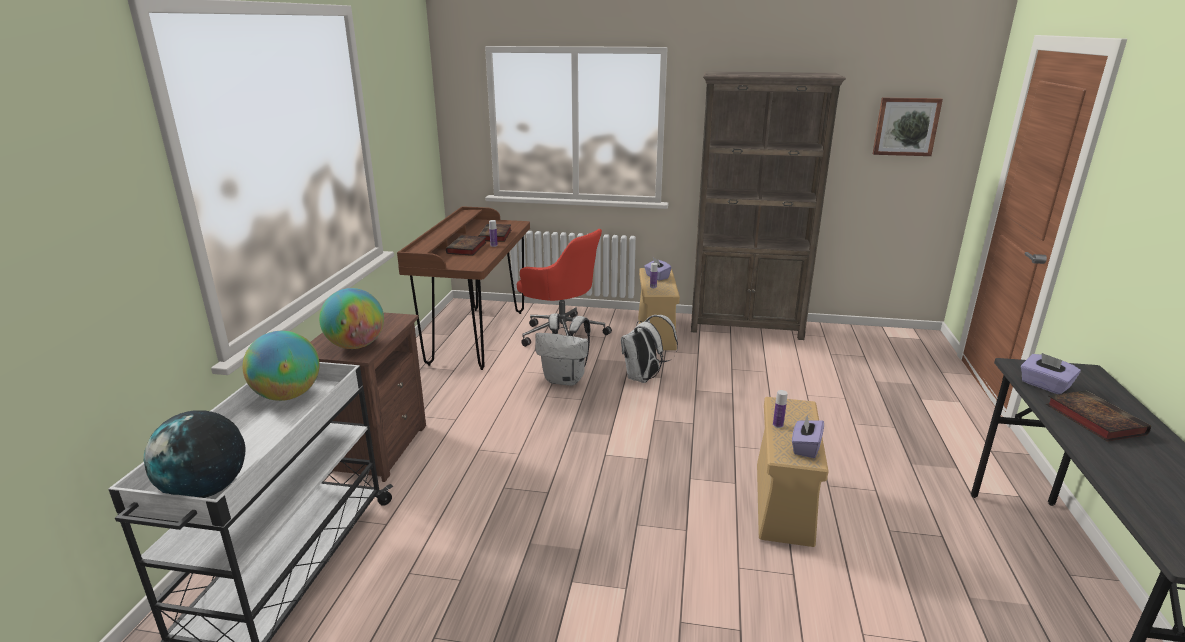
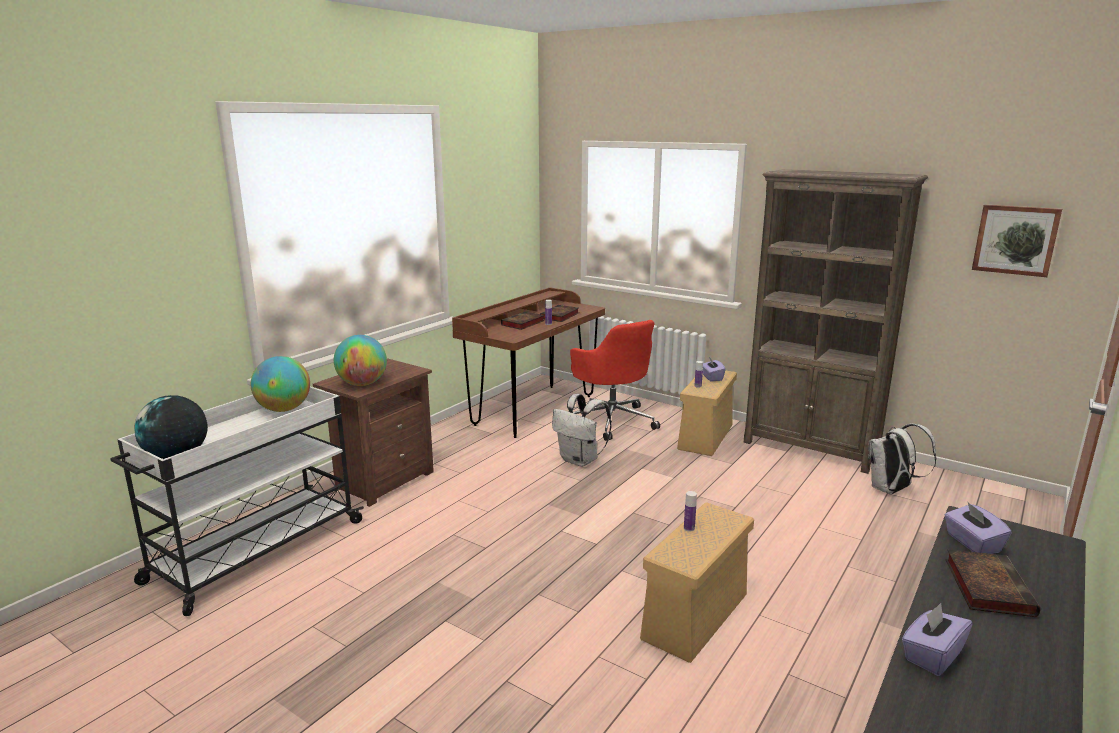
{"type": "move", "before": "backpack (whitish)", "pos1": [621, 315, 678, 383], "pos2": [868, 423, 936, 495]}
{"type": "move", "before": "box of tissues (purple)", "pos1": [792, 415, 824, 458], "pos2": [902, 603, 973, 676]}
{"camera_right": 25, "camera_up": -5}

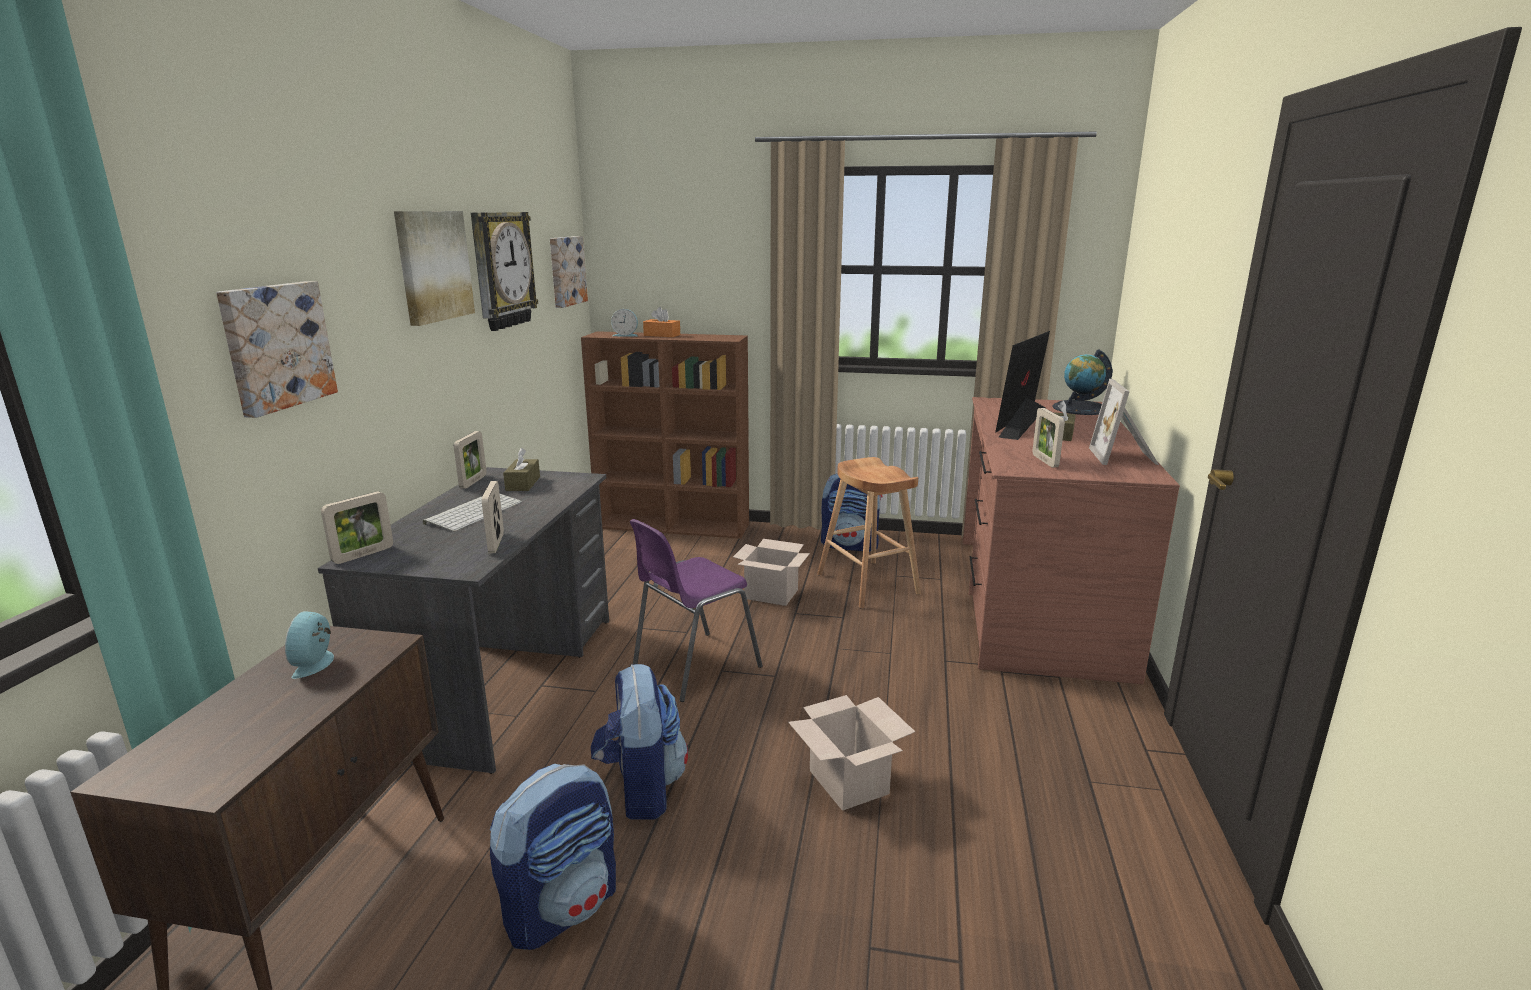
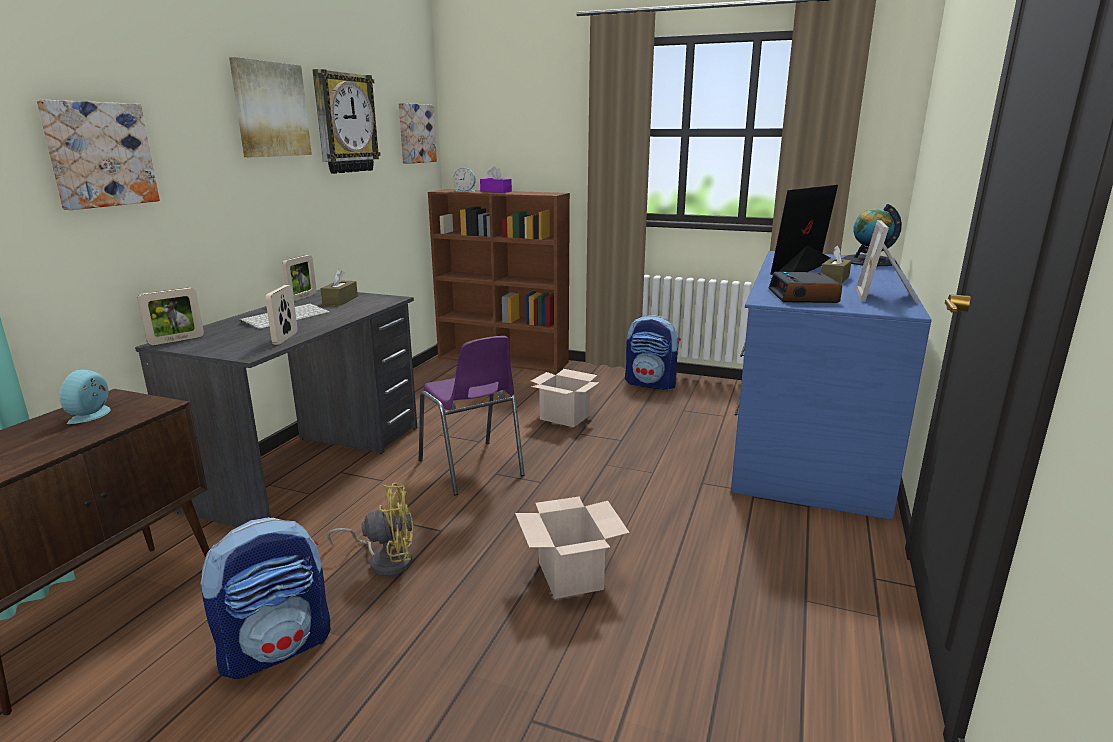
{"type": "delete", "before": "stool (brown)", "pos1": [817, 457, 921, 609]}
{"type": "replace", "before": "backpack", "after": "electric fan (yellowish)", "pos1": [591, 664, 688, 820], "pos2": [327, 483, 414, 577]}
{"type": "replace", "before": "standing frame", "after": "alarm clock", "pos1": [1033, 408, 1065, 467], "pos2": [769, 272, 842, 303]}
{"type": "recolor", "before": "box of tissues (orange)", "after": "box of tissues (purple)", "pos1": [643, 307, 680, 337], "pos2": [480, 166, 512, 193]}
{"type": "recolor", "before": "desk unit (brown)", "after": "desk unit (bluish)", "pos1": [963, 397, 1180, 685], "pos2": [731, 251, 932, 520]}
{"type": "rotate", "before": "plain chair (purple)", "pos1": [630, 519, 762, 702], "pos2": [419, 336, 525, 496], "turn": -90}
{"camera_right": 10, "camera_up": 0}

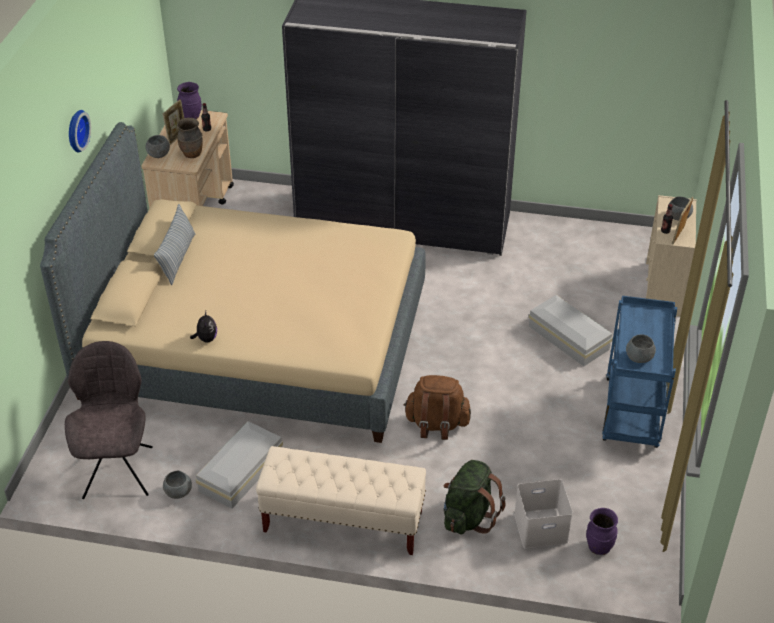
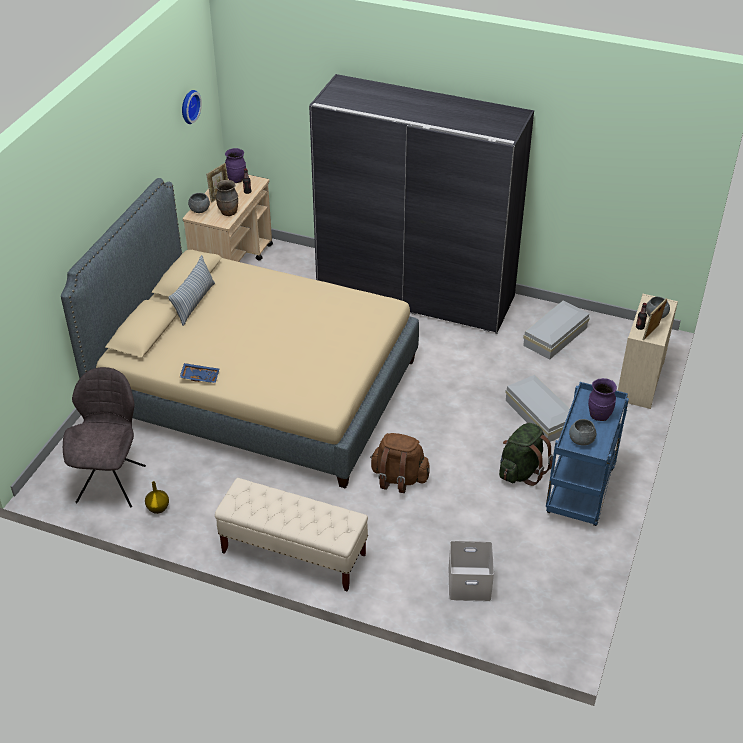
{"type": "move", "before": "wall clock", "pos1": [69, 110, 91, 153], "pos2": [182, 90, 202, 124]}
{"type": "move", "before": "storage bin (whitish)", "pos1": [196, 421, 283, 509], "pos2": [523, 301, 590, 360]}
{"type": "move", "before": "backpack (green-coloured)", "pos1": [444, 460, 506, 534], "pos2": [499, 423, 553, 486]}
{"type": "move", "before": "decorative vase (purple)", "pos1": [586, 508, 618, 555], "pos2": [588, 378, 617, 421]}
{"type": "replace", "before": "deep dish (grey)", "after": "decorative vase (yellowish)", "pos1": [163, 471, 192, 499], "pos2": [145, 481, 169, 514]}
{"type": "replace", "before": "soft toy", "after": "carrying tray (bluish)", "pos1": [190, 311, 217, 343], "pos2": [180, 363, 219, 383]}
{"camera_right": 10, "camera_up": 0}

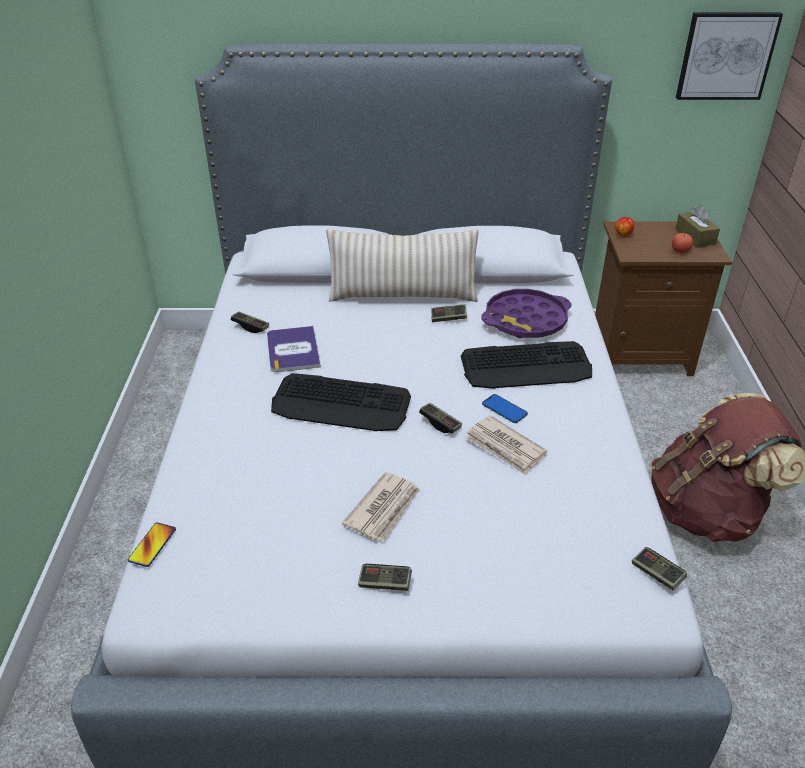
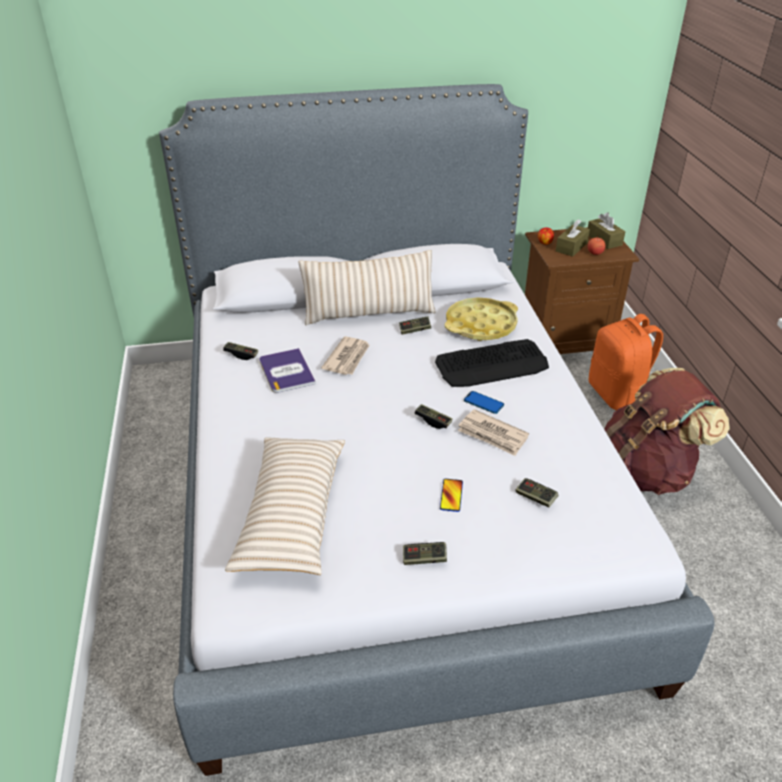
{"type": "delete", "before": "keyboard", "pos1": [271, 373, 411, 431]}
{"type": "delete", "before": "wall picture", "pos1": [676, 12, 783, 100]}
{"type": "insert", "after": "throw pillow (sand-coloured)", "pos2": [225, 438, 345, 575]}
{"type": "insert", "after": "box of tissues (brown)", "pos2": [556, 220, 590, 257]}
{"type": "insert", "after": "backpack (orange)", "pos2": [589, 314, 663, 410]}
{"type": "move", "before": "phone", "pos1": [128, 522, 176, 567], "pos2": [440, 479, 463, 512]}
{"type": "move", "before": "printed paper", "pos1": [342, 472, 420, 541], "pos2": [321, 337, 370, 375]}
{"type": "move", "before": "gamepad", "pos1": [632, 547, 687, 590], "pos2": [516, 478, 558, 507]}
{"type": "recolor", "before": "carrying tray (purple)", "after": "carrying tray (yellowish)", "pos1": [481, 289, 571, 338], "pos2": [445, 297, 518, 341]}
{"camera_right": -10, "camera_up": 0}

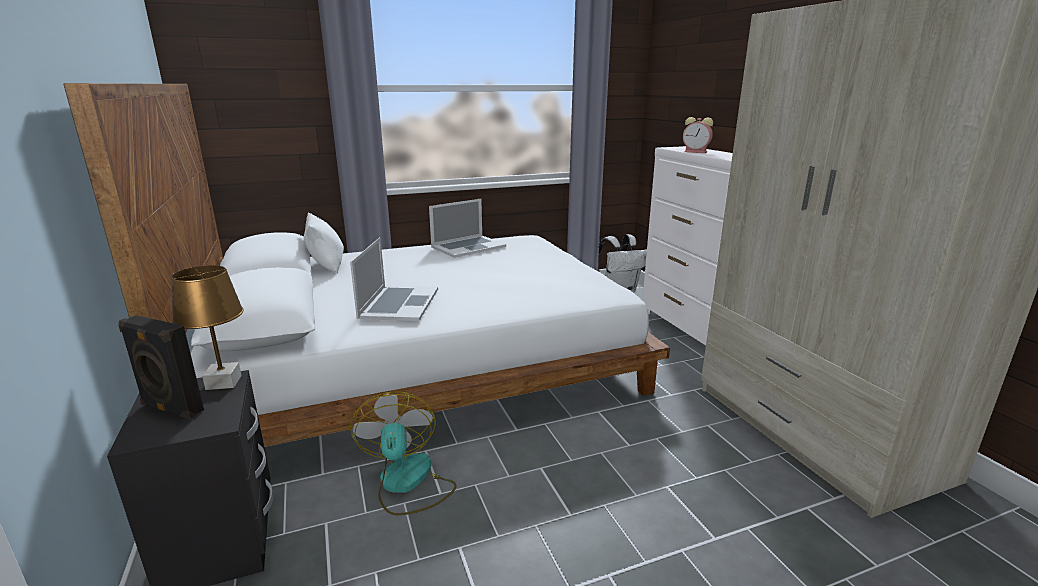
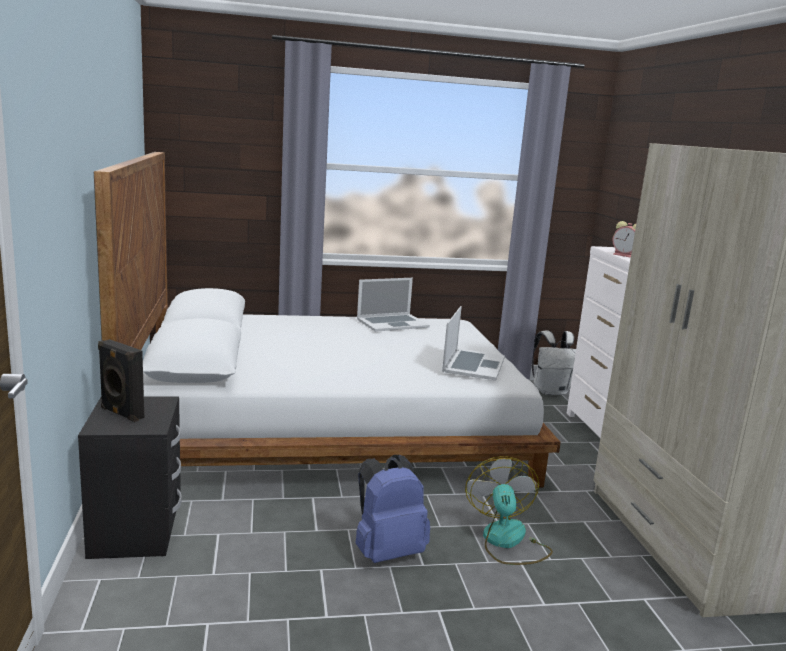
{"type": "delete", "before": "tabletop lamp (brown)", "pos1": [171, 265, 243, 390]}
{"type": "delete", "before": "throw pillow (whitish)", "pos1": [304, 212, 344, 273]}
{"type": "insert", "after": "backpack (bluish)", "pos2": [356, 455, 430, 563]}
{"type": "move", "before": "laptop", "pos1": [350, 237, 438, 321], "pos2": [442, 306, 505, 380]}
{"type": "move", "before": "electric fan", "pos1": [350, 391, 457, 515], "pos2": [465, 456, 553, 565]}
{"camera_right": 10, "camera_up": -5}

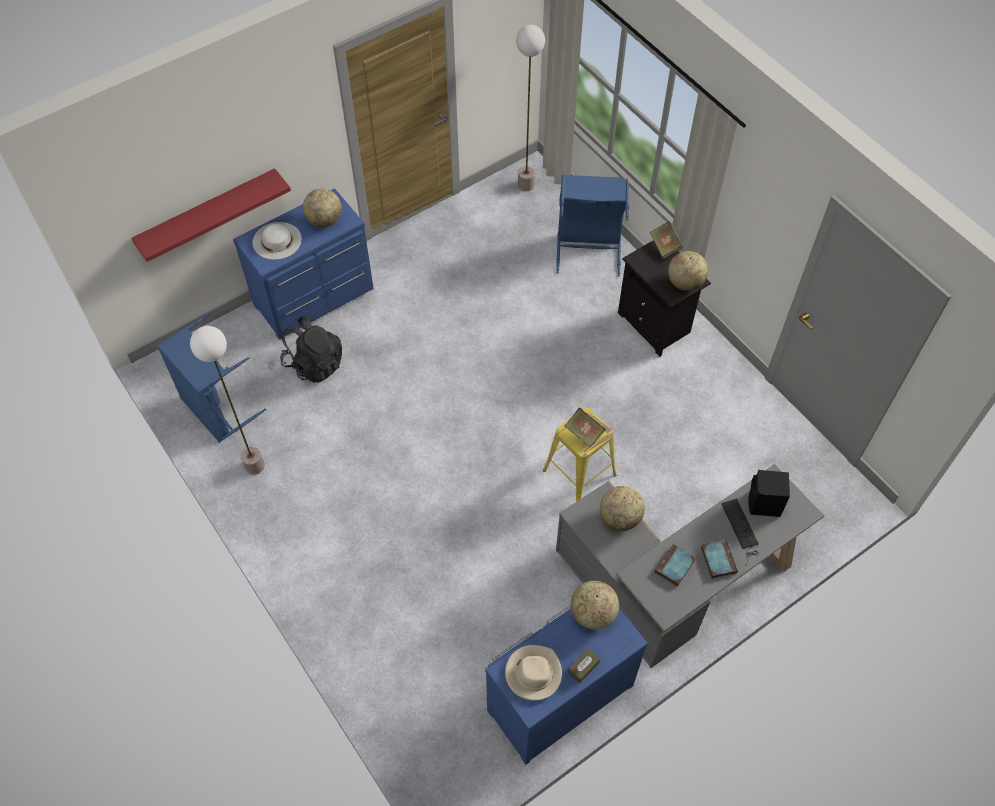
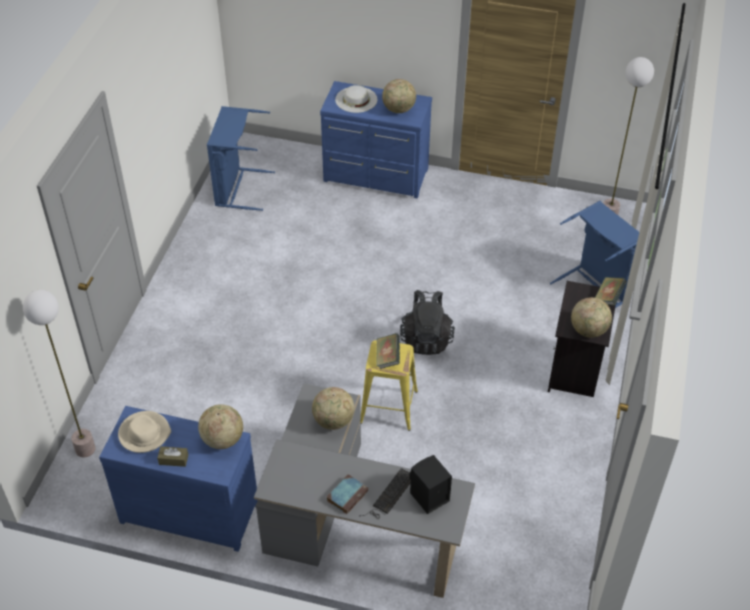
{"type": "delete", "before": "wall shelf (red)", "pos1": [131, 168, 291, 262]}
{"type": "delete", "before": "volume", "pos1": [655, 544, 696, 587]}
{"type": "move", "before": "standing lamp", "pos1": [190, 326, 265, 475], "pos2": [23, 290, 95, 458]}
{"type": "move", "before": "backpack (black-coloured)", "pos1": [280, 315, 342, 383], "pos2": [400, 290, 455, 355]}
{"camera_right": 50, "camera_up": -10}

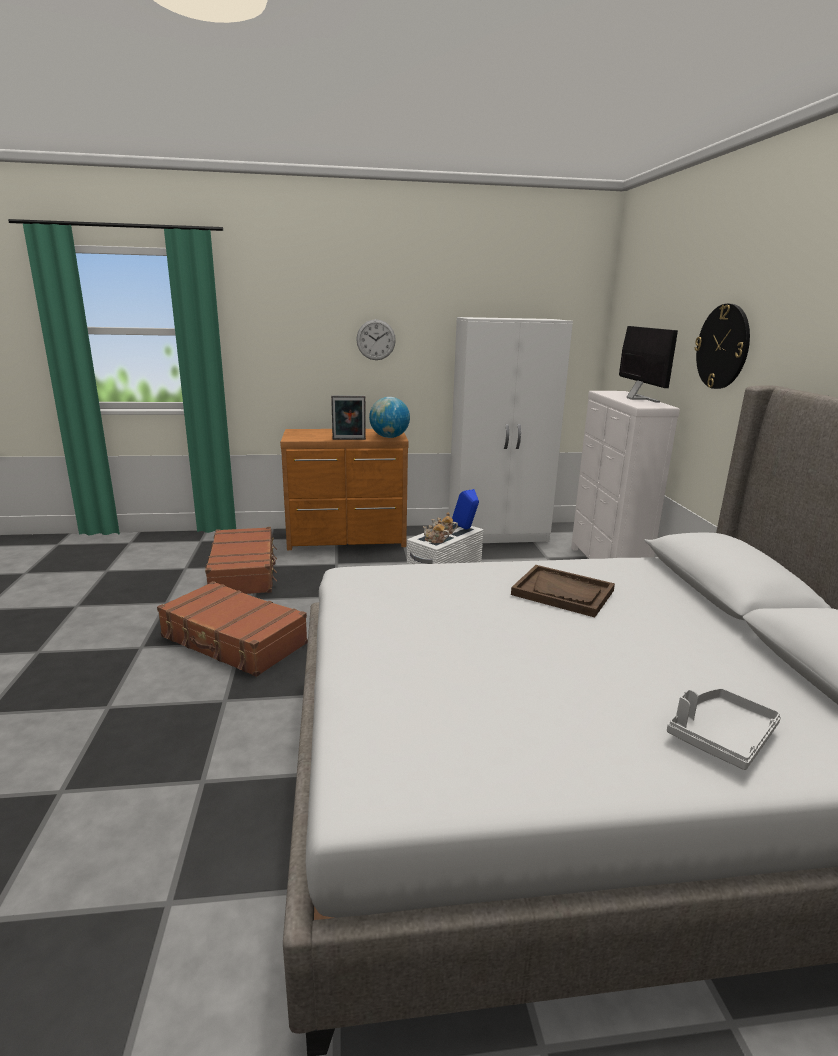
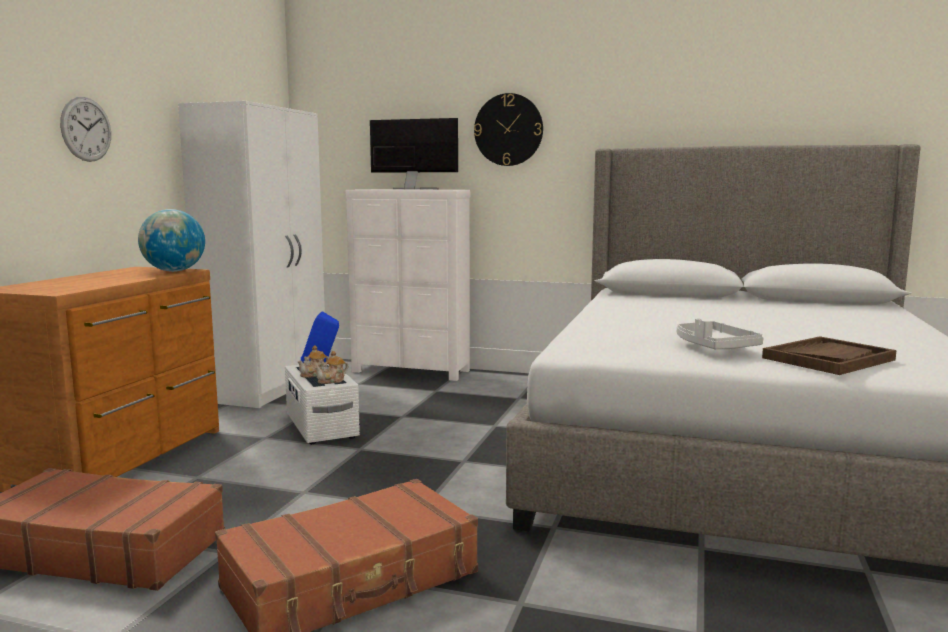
{"type": "delete", "before": "standing frame", "pos1": [331, 395, 366, 440]}
{"type": "move", "before": "carrying tray (brown)", "pos1": [511, 565, 615, 617], "pos2": [762, 336, 897, 375]}
{"type": "move", "before": "carrying tray (grey)", "pos1": [667, 688, 781, 770], "pos2": [677, 318, 764, 349]}
{"camera_right": -65, "camera_up": -10}

